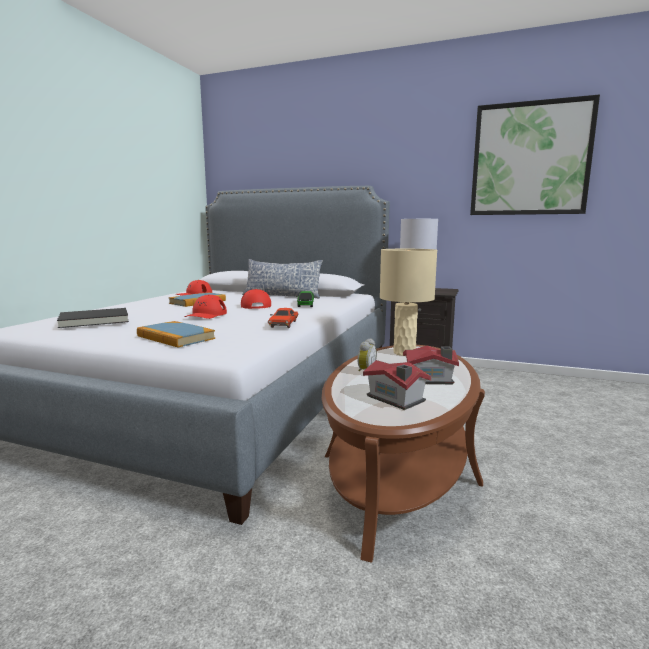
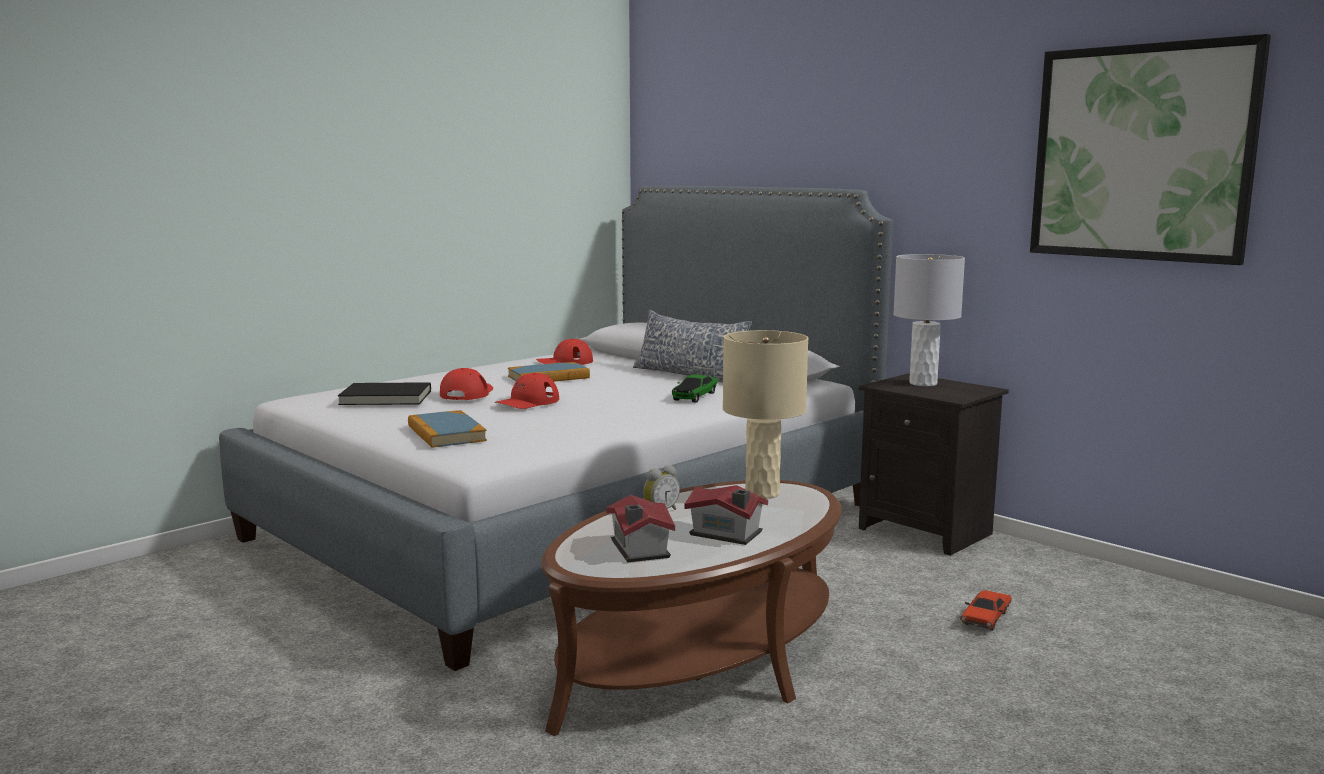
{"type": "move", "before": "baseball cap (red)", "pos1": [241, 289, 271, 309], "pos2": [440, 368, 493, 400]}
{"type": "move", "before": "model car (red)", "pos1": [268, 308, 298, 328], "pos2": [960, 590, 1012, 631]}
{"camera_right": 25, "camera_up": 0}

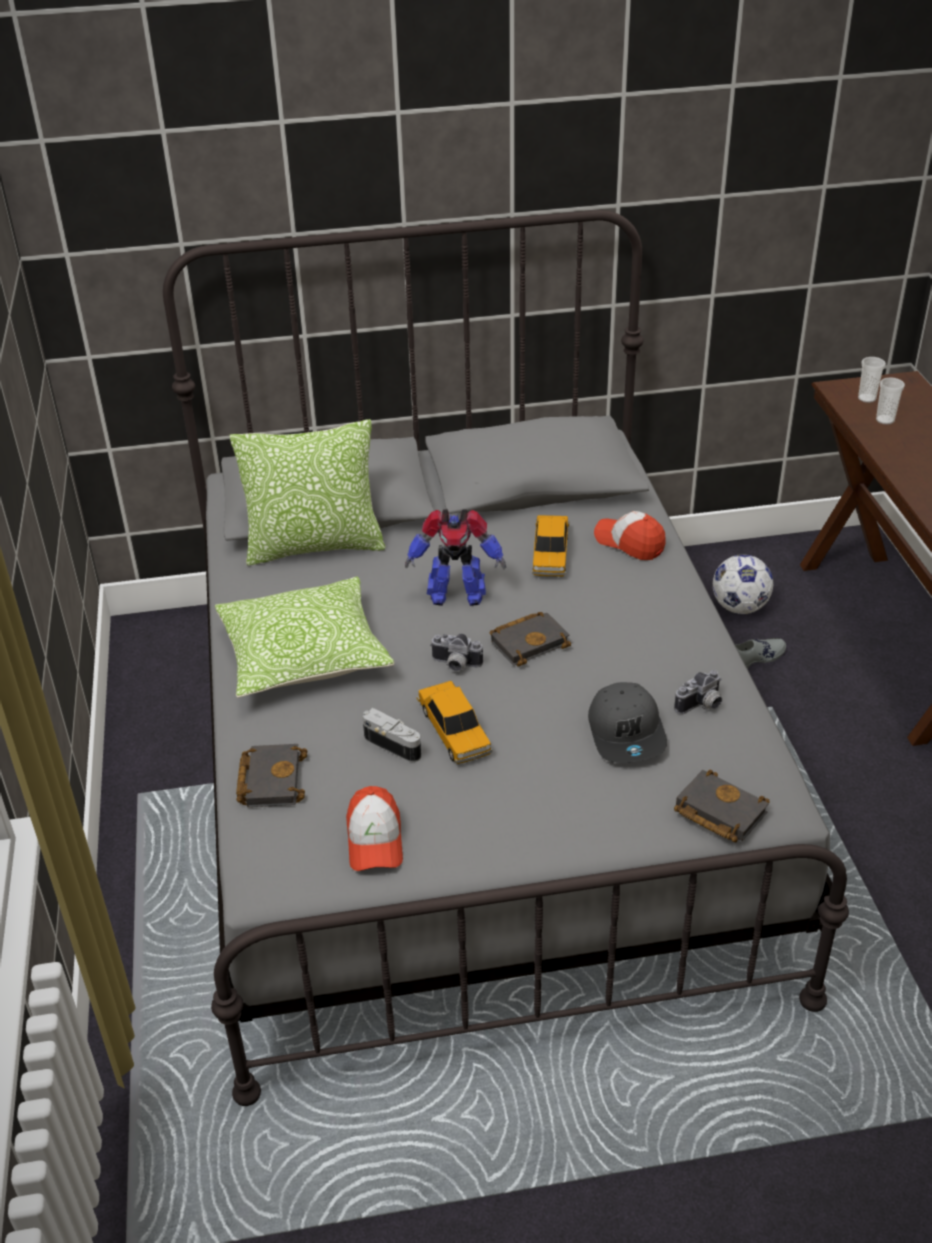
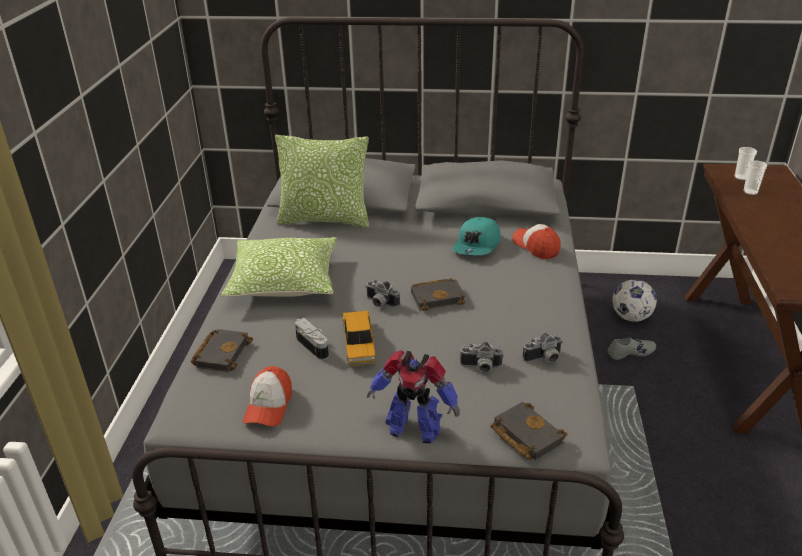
{"type": "move", "before": "robot figure", "pos1": [405, 509, 506, 606], "pos2": [367, 350, 460, 443]}
{"type": "replace", "before": "model car", "after": "baseball cap (turquoise)", "pos1": [532, 515, 569, 577], "pos2": [452, 217, 501, 255]}
{"type": "replace", "before": "baseball cap (grey)", "after": "photo camera", "pos1": [588, 682, 667, 763], "pos2": [460, 342, 504, 373]}
{"camera_right": 15, "camera_up": -5}

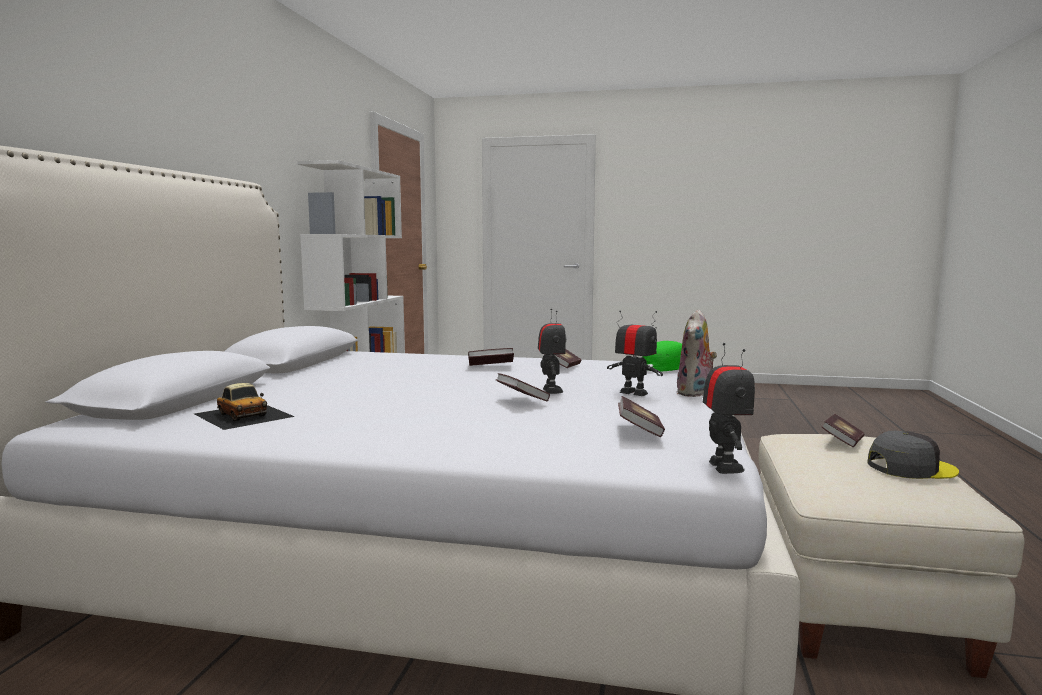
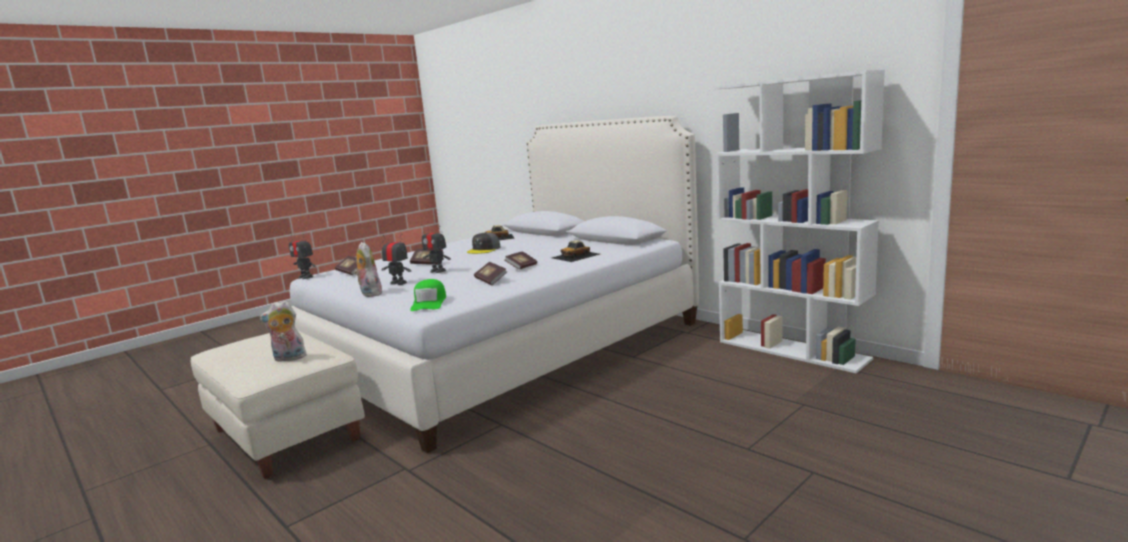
{"type": "insert", "after": "model car", "pos2": [552, 240, 600, 262]}
{"type": "move", "before": "baseball cap (grey)", "pos1": [867, 431, 959, 479], "pos2": [467, 233, 500, 254]}
{"type": "replace", "before": "volume", "after": "soft toy", "pos1": [822, 414, 864, 447], "pos2": [260, 301, 308, 362]}
{"type": "rotate", "before": "robot figure", "pos1": [607, 311, 663, 396], "pos2": [382, 234, 411, 285], "turn": -135}
{"camera_right": 125, "camera_up": 5}

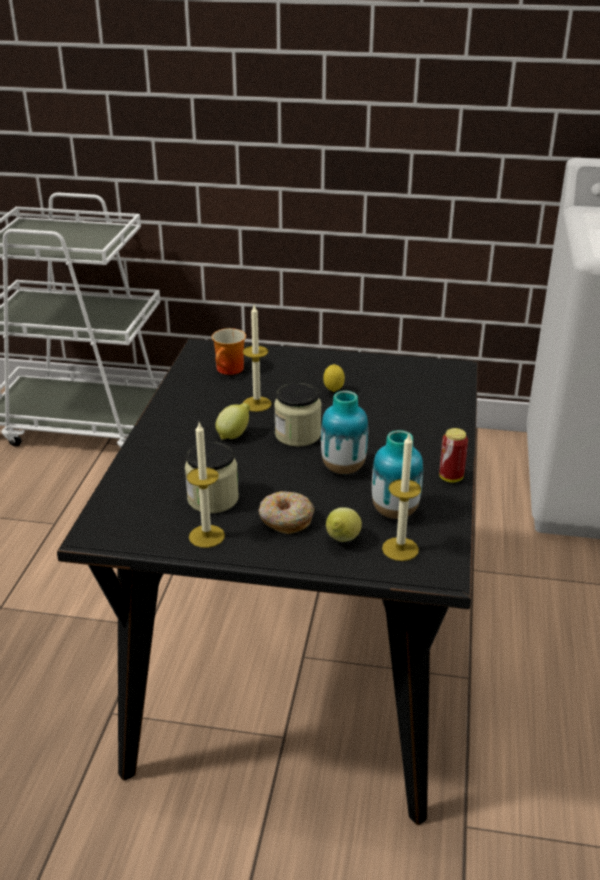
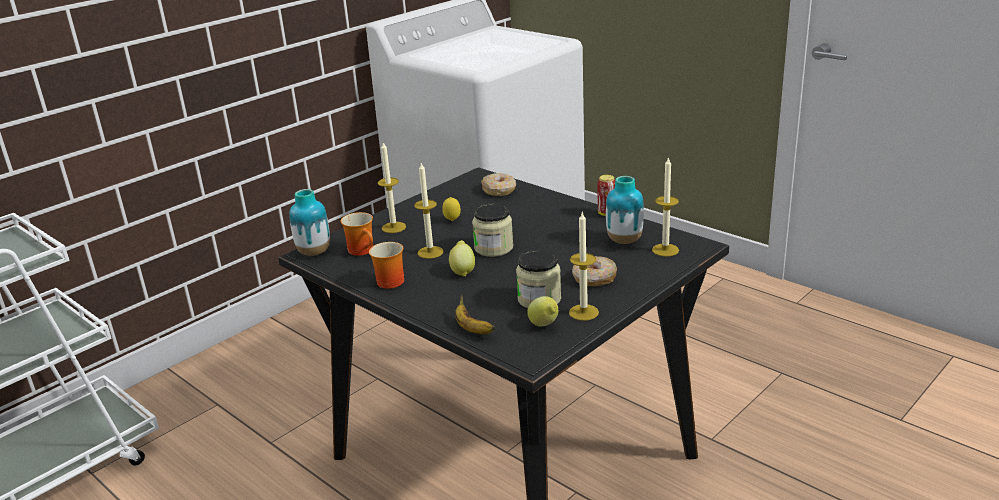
{"type": "insert", "after": "coffee mug", "pos2": [369, 242, 404, 289]}
{"type": "insert", "after": "candle", "pos2": [378, 142, 406, 233]}
{"type": "insert", "after": "banana fruit", "pos2": [455, 294, 495, 334]}
{"type": "insert", "after": "doughnut", "pos2": [481, 173, 516, 196]}
{"type": "move", "before": "decorative vase", "pos1": [321, 391, 368, 474], "pos2": [289, 189, 330, 256]}
{"type": "move", "before": "lemon", "pos1": [326, 508, 362, 542], "pos2": [527, 296, 558, 327]}
{"camera_right": -55, "camera_up": -5}

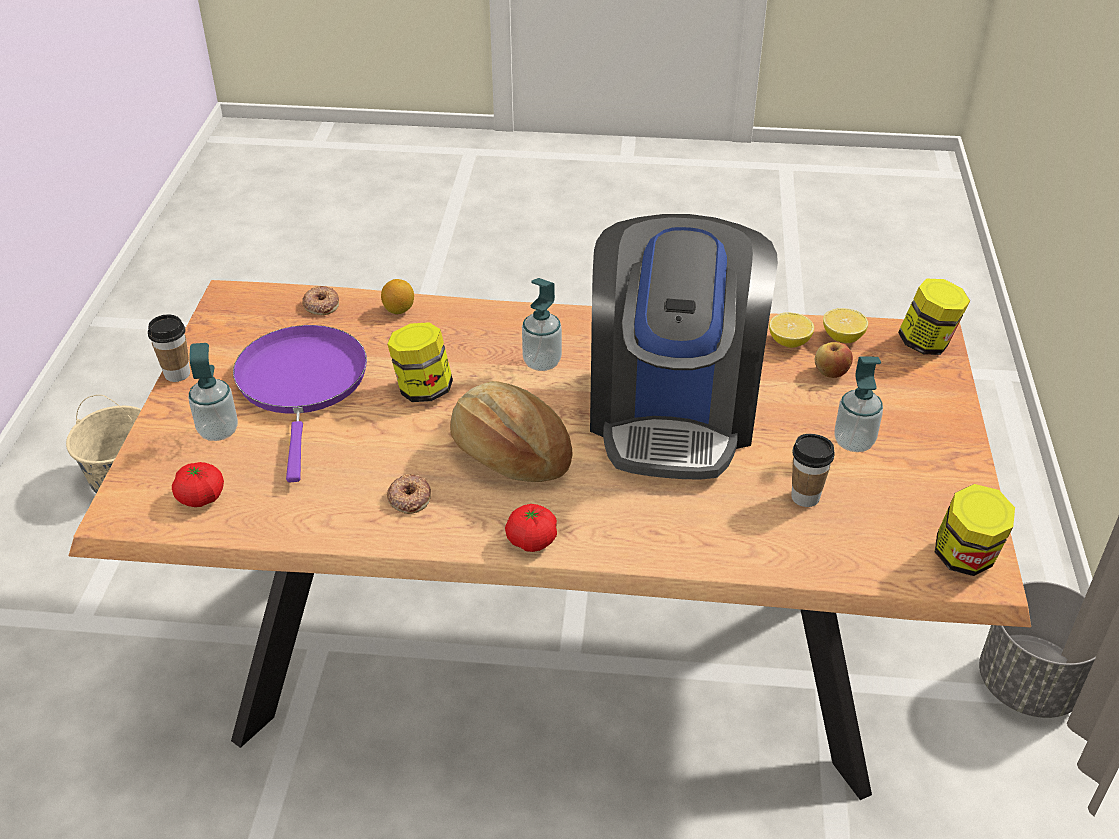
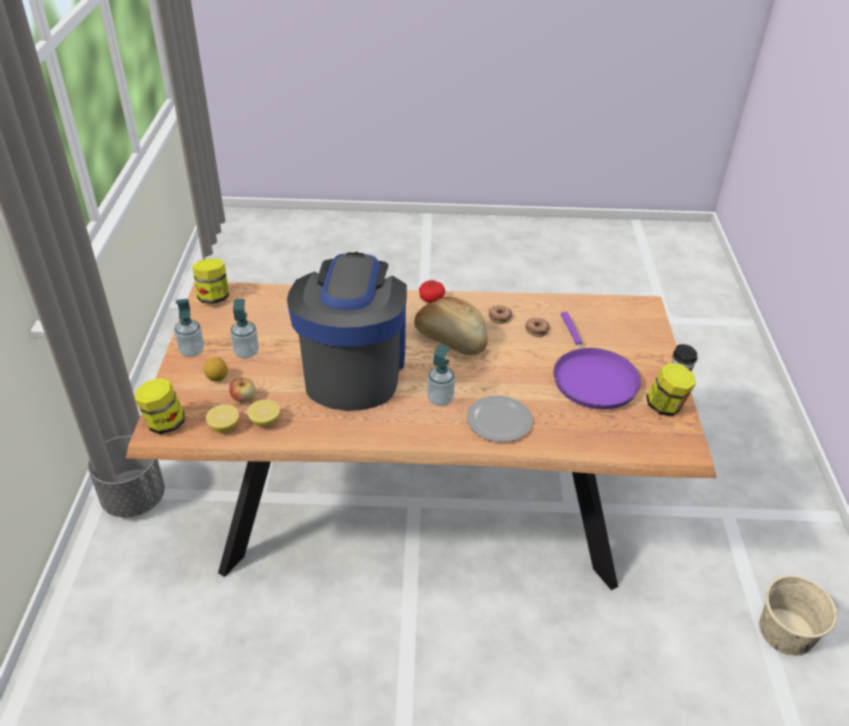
{"type": "delete", "before": "tomato", "pos1": [172, 462, 224, 507]}
{"type": "delete", "before": "drinking cup", "pos1": [791, 434, 835, 507]}
{"type": "insert", "after": "dinner plate", "pos2": [467, 395, 533, 442]}
{"type": "move", "before": "soap bottle", "pos1": [188, 343, 238, 441], "pos2": [174, 299, 204, 357]}
{"type": "move", "before": "doughnut", "pos1": [302, 286, 339, 316], "pos2": [525, 317, 550, 337]}
{"type": "move", "before": "lemon", "pos1": [381, 279, 414, 314], "pos2": [204, 357, 228, 382]}
{"type": "move", "before": "preserve jar", "pos1": [387, 322, 453, 402], "pos2": [646, 363, 696, 416]}
{"camera_right": 175, "camera_up": 0}

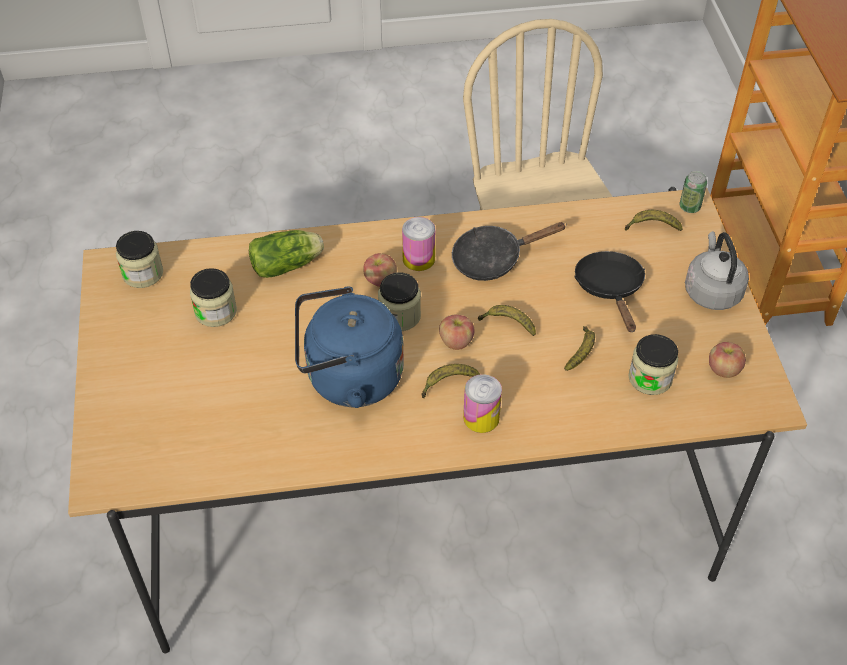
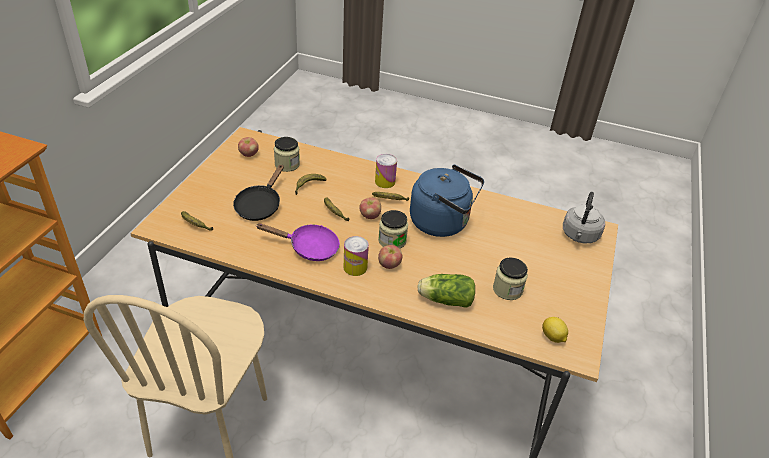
{"type": "delete", "before": "sealed can", "pos1": [679, 171, 707, 213]}
{"type": "move", "before": "tea kettle (grey)", "pos1": [685, 231, 749, 310], "pos2": [563, 192, 605, 243]}
{"type": "replace", "before": "preserve jar", "after": "lemon", "pos1": [116, 231, 163, 288], "pos2": [542, 317, 568, 343]}
{"type": "recolor", "before": "frying pan (black-coloured)", "after": "frying pan (purple)", "pos1": [452, 222, 567, 281], "pos2": [257, 223, 340, 261]}
{"camera_right": -155, "camera_up": -10}

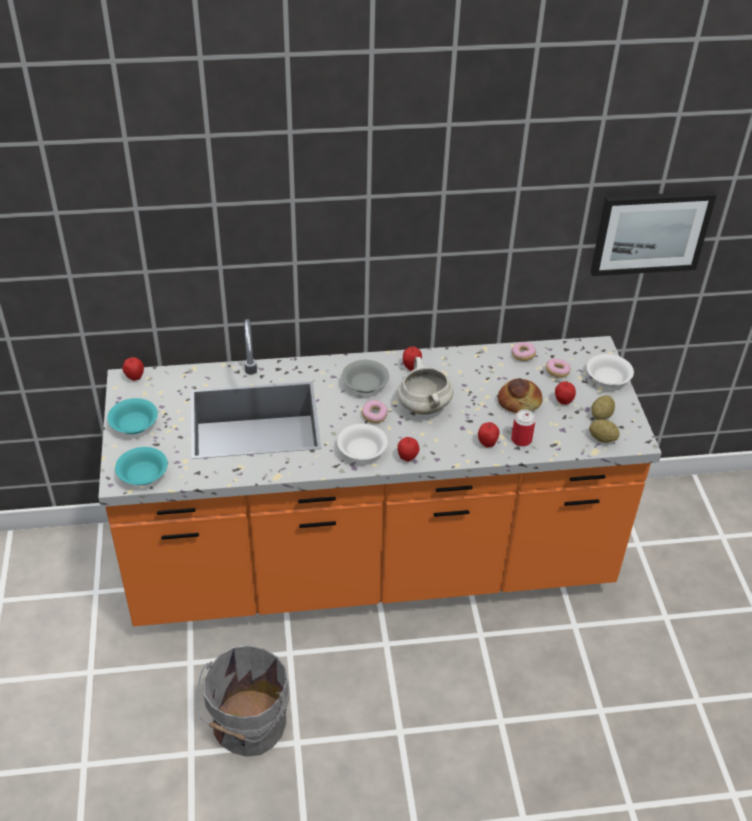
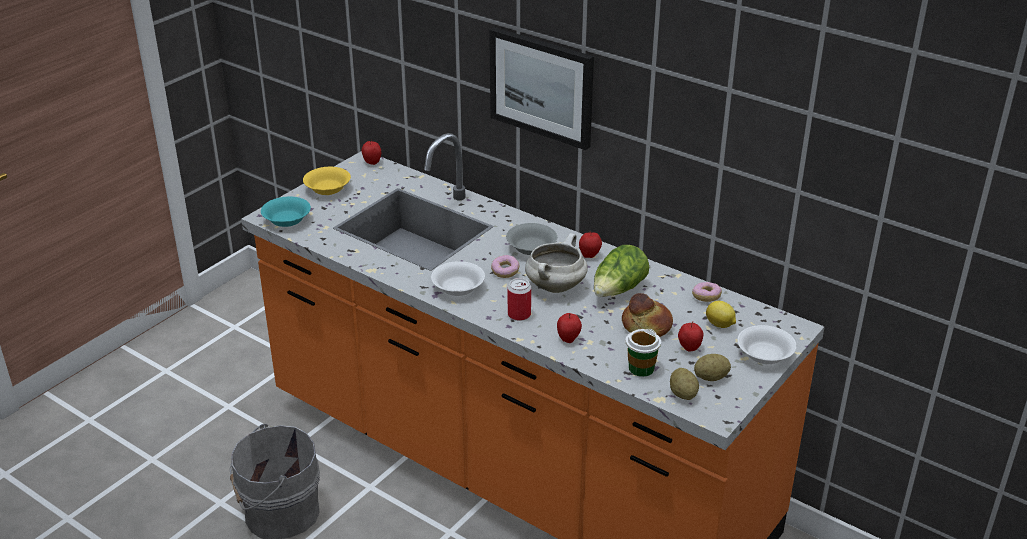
{"type": "delete", "before": "whole apple", "pos1": [397, 437, 420, 462]}
{"type": "insert", "after": "lettuce", "pos2": [594, 245, 649, 297]}
{"type": "insert", "after": "drinking cup", "pos2": [625, 329, 661, 377]}
{"type": "move", "before": "sealed can", "pos1": [511, 409, 536, 447], "pos2": [508, 278, 531, 321]}
{"type": "move", "before": "wall picture", "pos1": [591, 191, 717, 276], "pos2": [489, 27, 594, 150]}
{"type": "replace", "before": "doughnut", "after": "lemon", "pos1": [546, 359, 571, 378], "pos2": [706, 301, 736, 328]}
{"type": "recolor", "before": "deep dish (turquoise)", "after": "deep dish (yellowish)", "pos1": [107, 398, 158, 434], "pos2": [303, 167, 351, 195]}
{"camera_right": 45, "camera_up": -10}

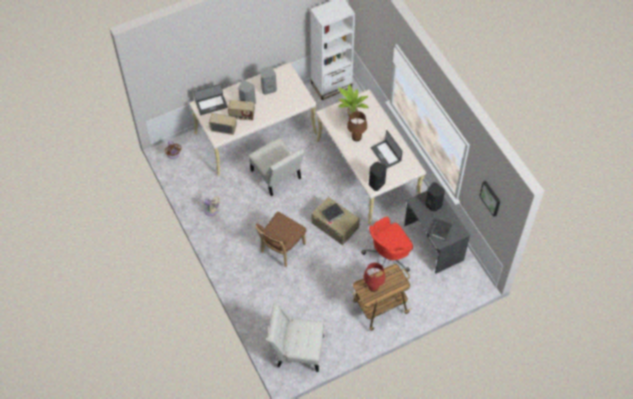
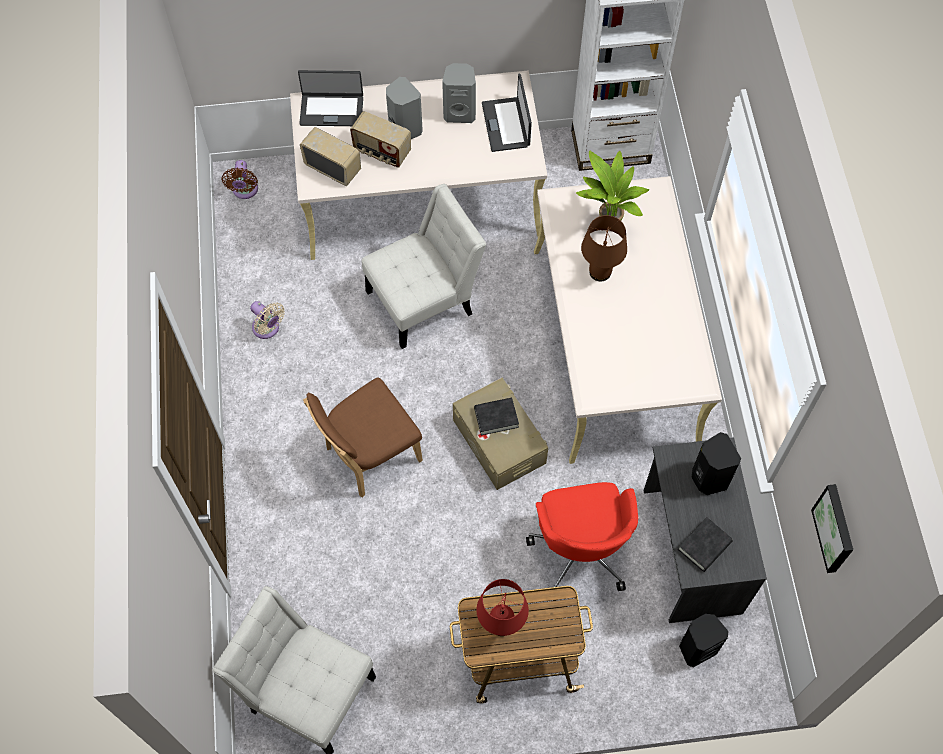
{"type": "move", "before": "speaker (black-coloured)", "pos1": [369, 162, 387, 191], "pos2": [679, 614, 729, 667]}
{"type": "move", "before": "laptop", "pos1": [371, 130, 403, 168], "pos2": [482, 74, 532, 152]}
{"type": "rotate", "before": "plain chair (whitish)", "pos1": [249, 138, 304, 196], "pos2": [362, 184, 486, 349], "turn": -105}
{"type": "rotate", "before": "desk chair (red)", "pos1": [361, 217, 413, 272], "pos2": [526, 482, 638, 591], "turn": -90}
{"camera_right": 20, "camera_up": 5}

